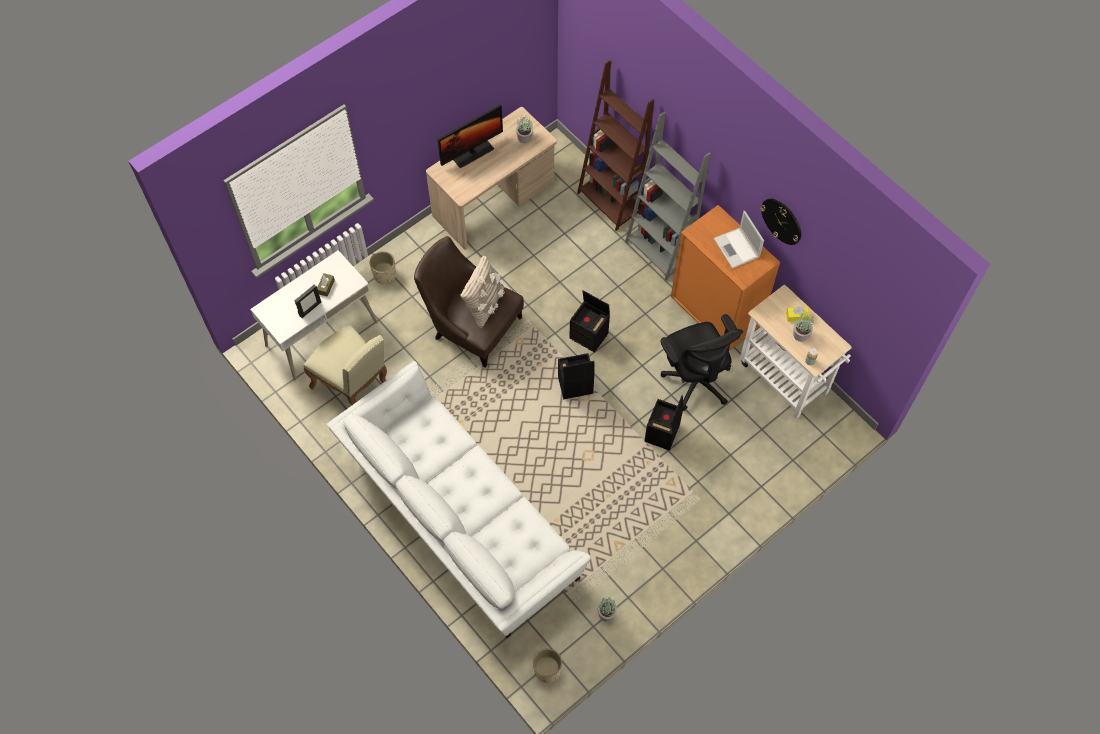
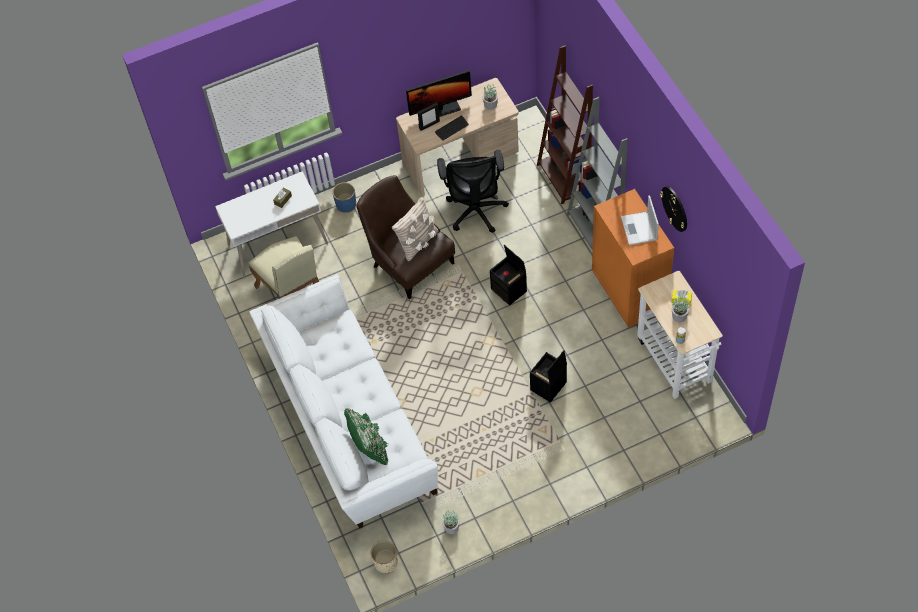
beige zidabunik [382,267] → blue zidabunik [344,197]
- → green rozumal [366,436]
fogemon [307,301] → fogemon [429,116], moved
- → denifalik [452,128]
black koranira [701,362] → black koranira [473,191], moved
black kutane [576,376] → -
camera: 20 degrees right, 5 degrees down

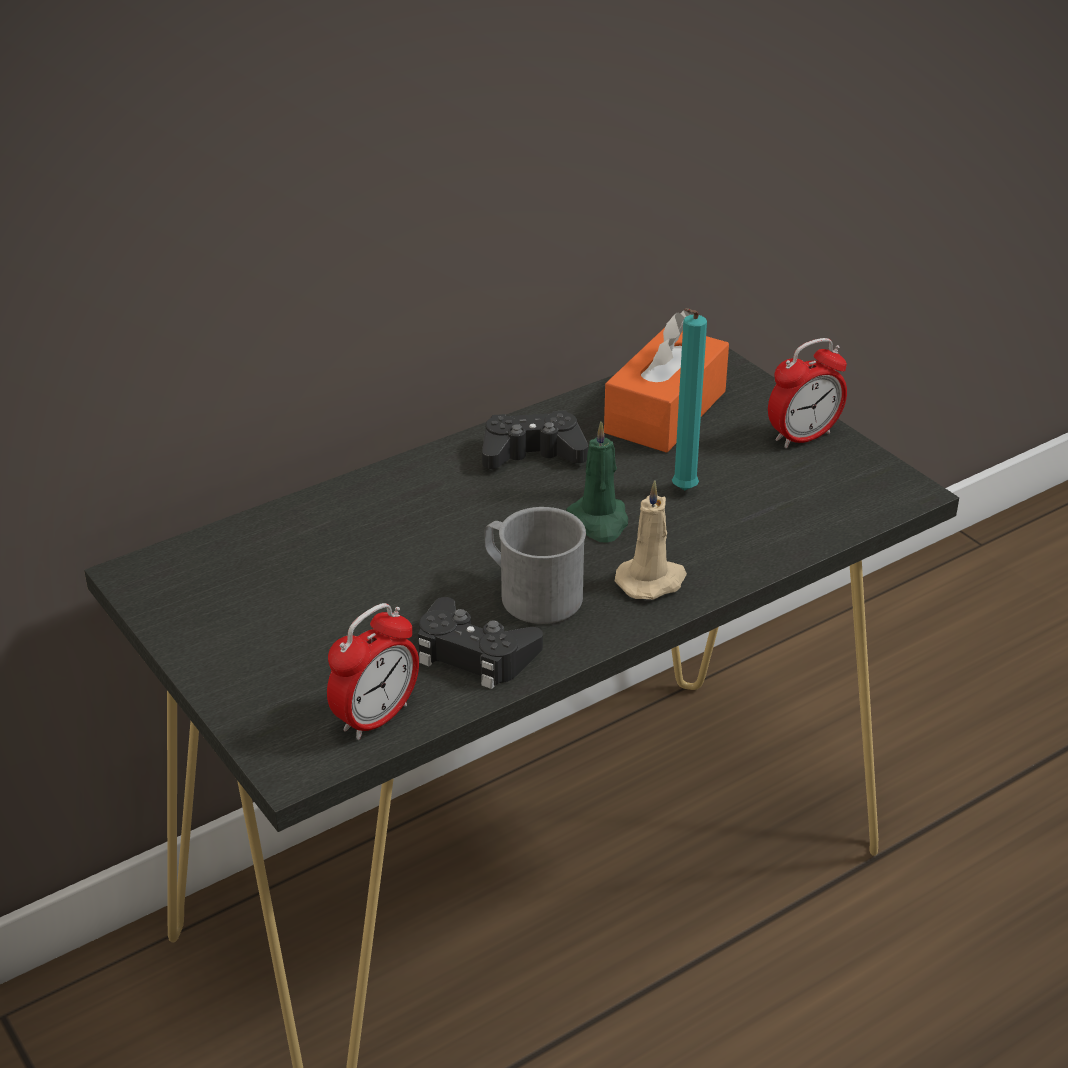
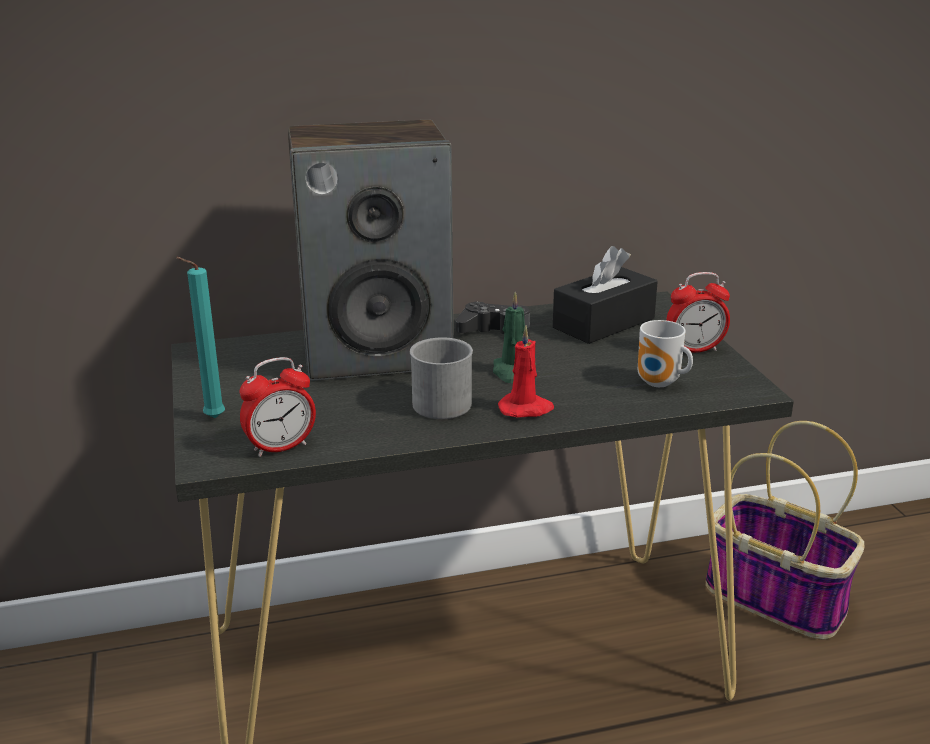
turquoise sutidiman [689,399] → turquoise sutidiman [200,337], moved
- → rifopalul [371,250]
beige sutidiman [651,540] → red sutidiman [526,371]
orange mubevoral [666,381] → black mubevoral [605,295]
- → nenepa [665,353]
- → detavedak [785,530]
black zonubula [480,643] → -
camera: 20 degrees right, 10 degrees down

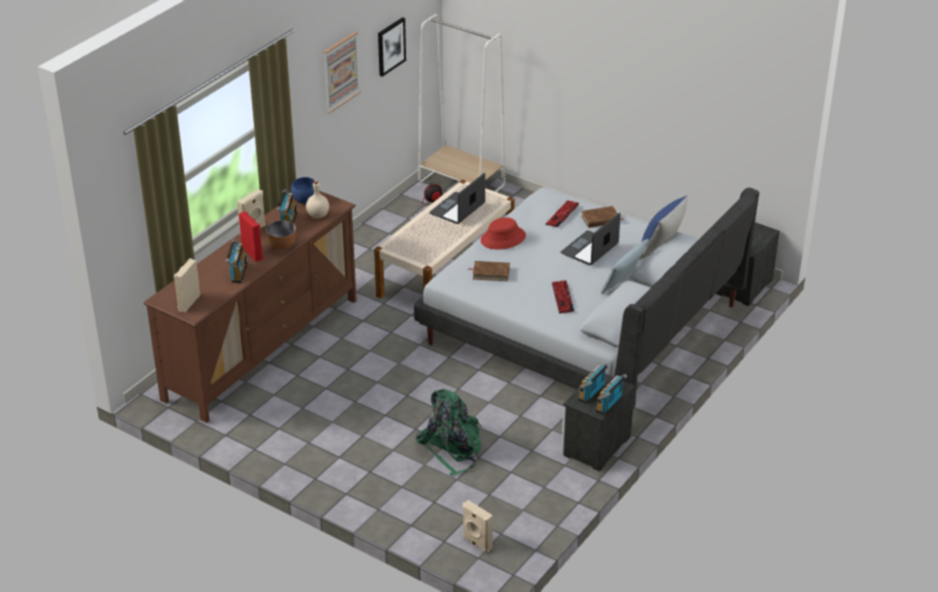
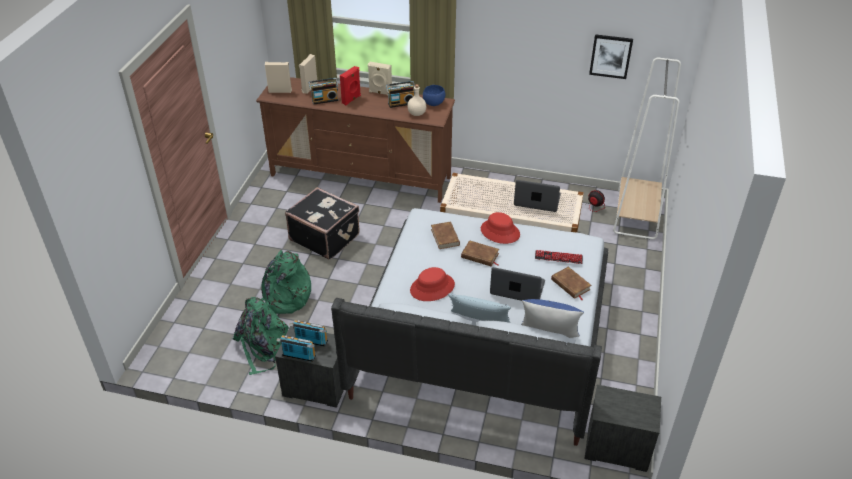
- → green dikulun [261,336]
- → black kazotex [322,223]
beige rifopalul [478,526] → beige rifopalul [308,74], moved
denifalik [563,297] → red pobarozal [432,284]
- → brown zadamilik [480,253]
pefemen [281,235] → -
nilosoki [342,72] → -
camera: 70 degrees right, 5 degrees up

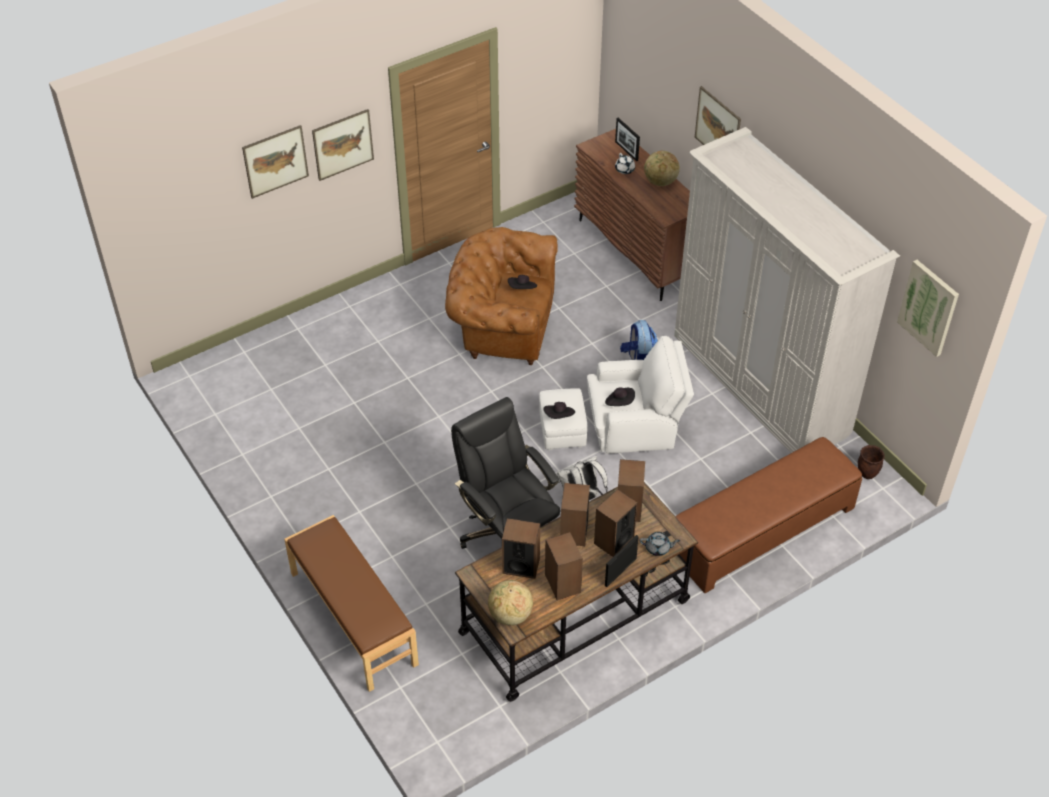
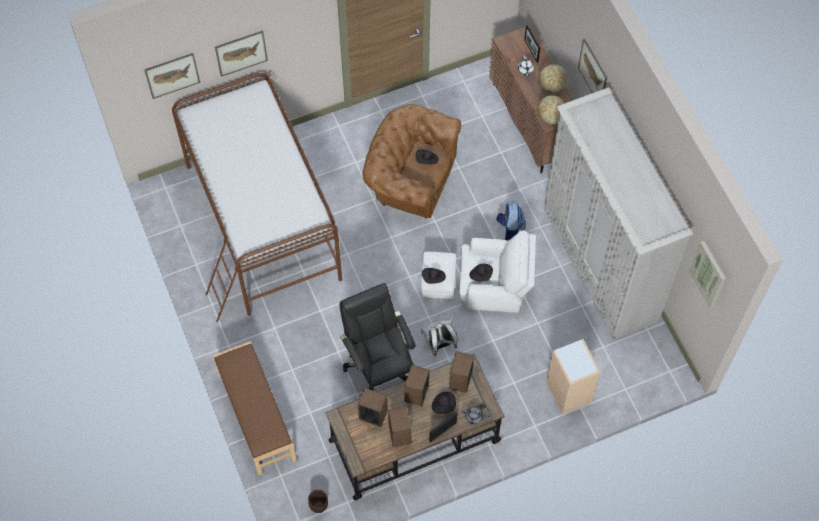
nilosoki [343,145] → nilosoki [172,76], moved
- → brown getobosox [257,197]
brown zidabunik [871,462] → brown zidabunik [318,501], moved
rifopalul [615,523] → black pobarozal [444,403]
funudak [510,602] → funudak [551,109], moved
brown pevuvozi [768,515] → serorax [573,376]
camera: 10 degrees right, 15 degrees up

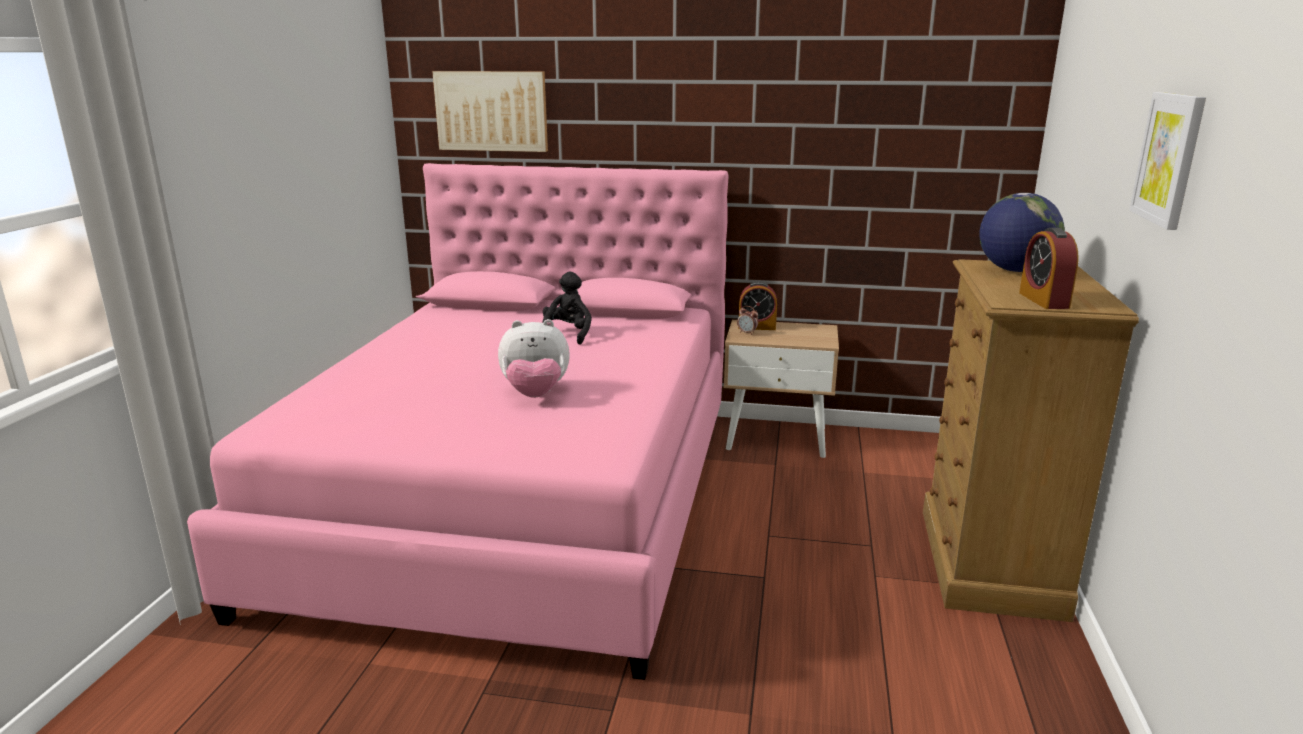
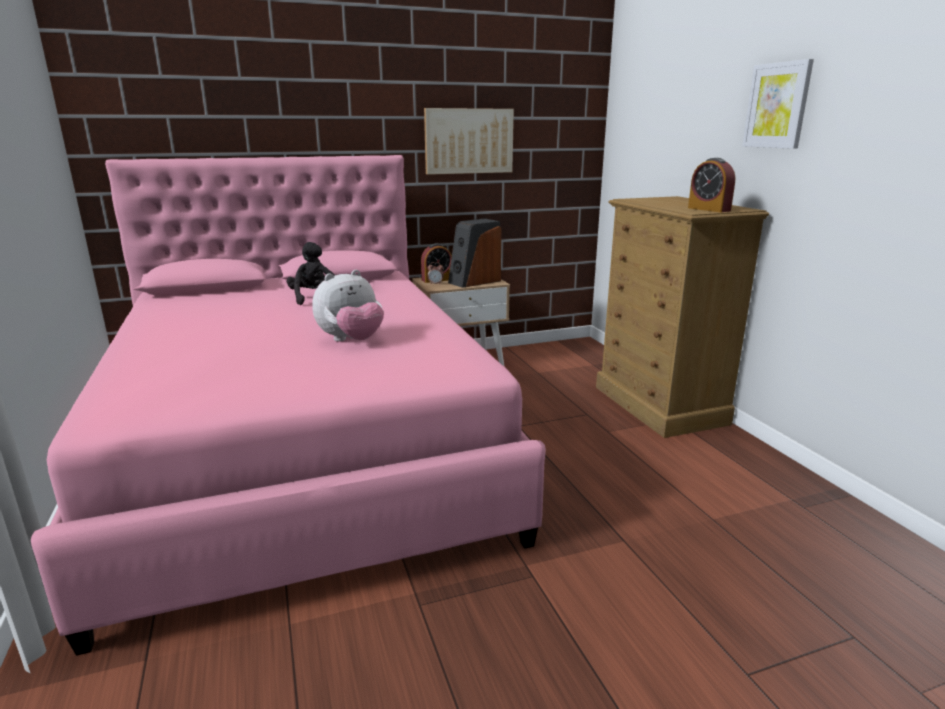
nilosoki [490,111] → nilosoki [469,141], moved
- → rifopalul [474,253]
funudak [1022,232] → -
camera: 30 degrees left, 0 degrees up

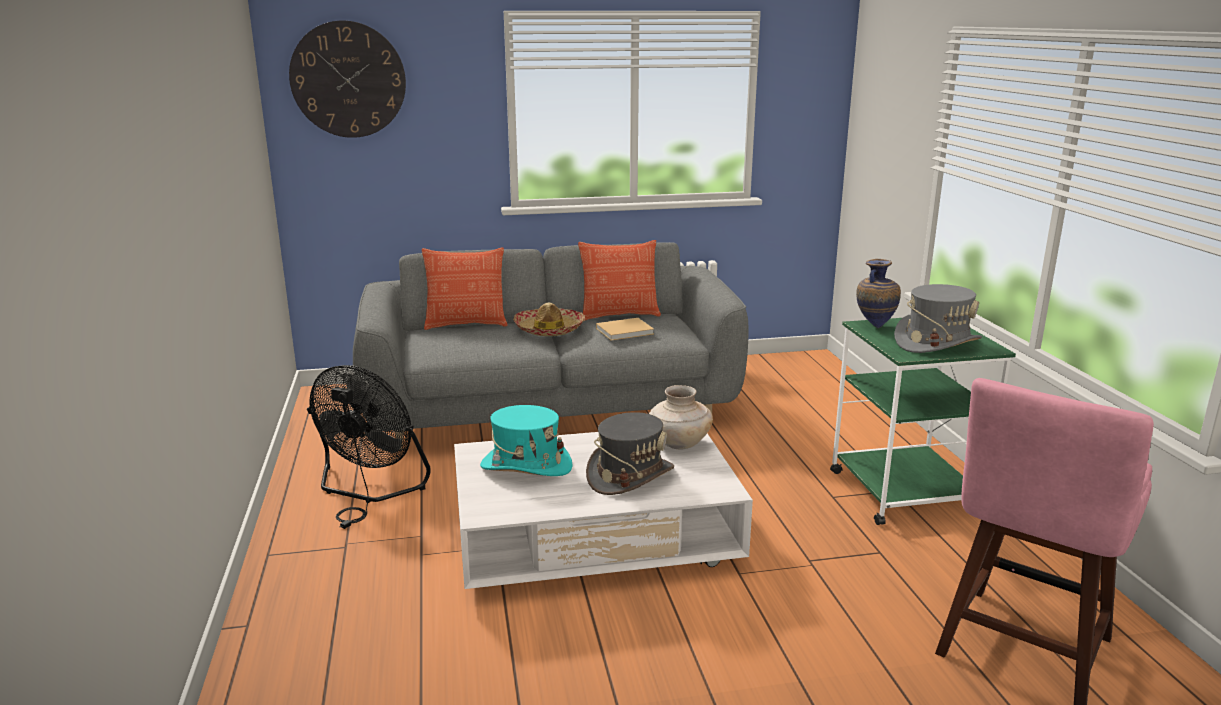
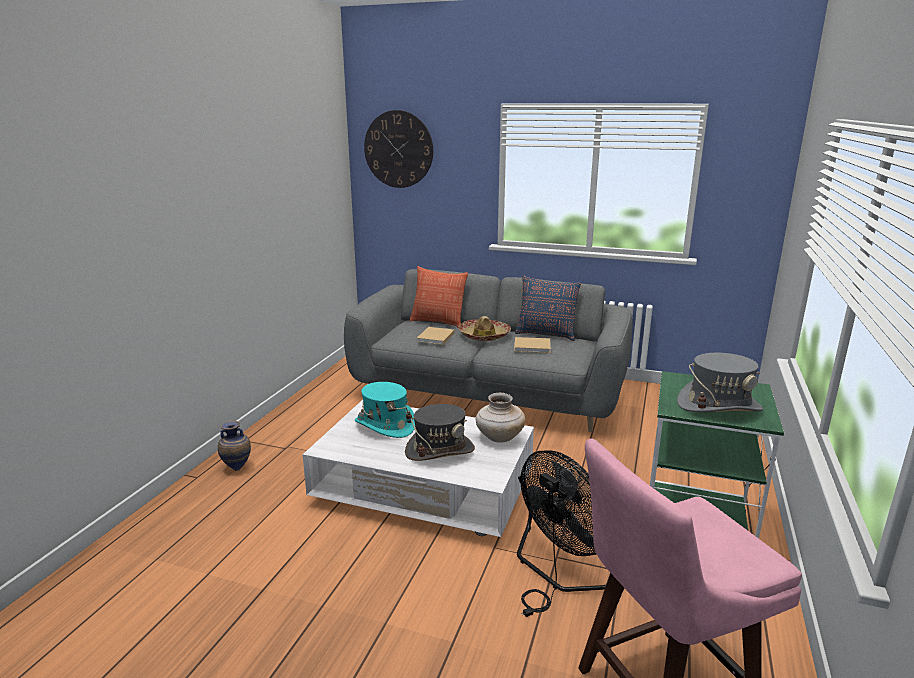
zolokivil [878,293] → zolokivil [234,446], moved
- → beige zadamilik [436,336]
orange rozumal [619,280] → blue rozumal [548,308]
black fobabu [368,447] → black fobabu [561,533], moved
camera: 30 degrees right, 0 degrees up

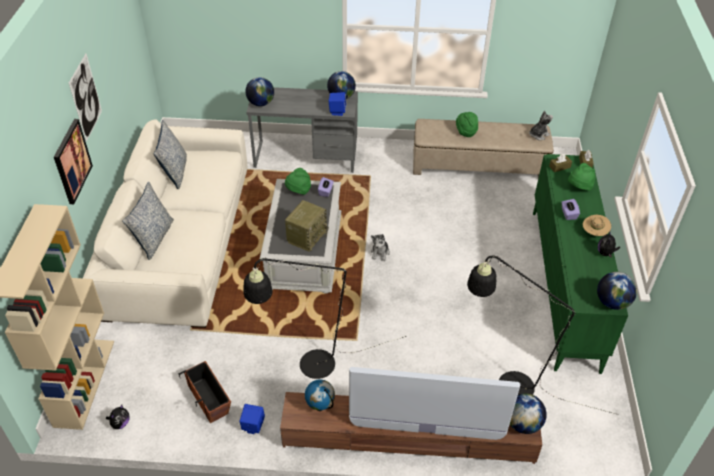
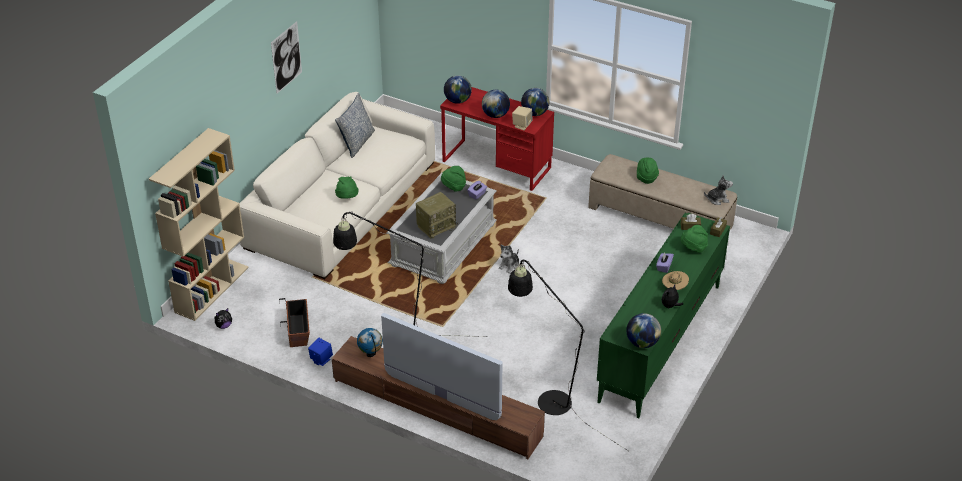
- → green pobarozal [346,187]
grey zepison [302,130] → red zepison [497,139]
funudak [528,414] → funudak [496,104], moved
blue rifopalul [338,104] → beige rifopalul [522,118]
nilosoki [73,161] → -
rozumal [148,221] → -
camera: 25 degrees right, 5 degrees down

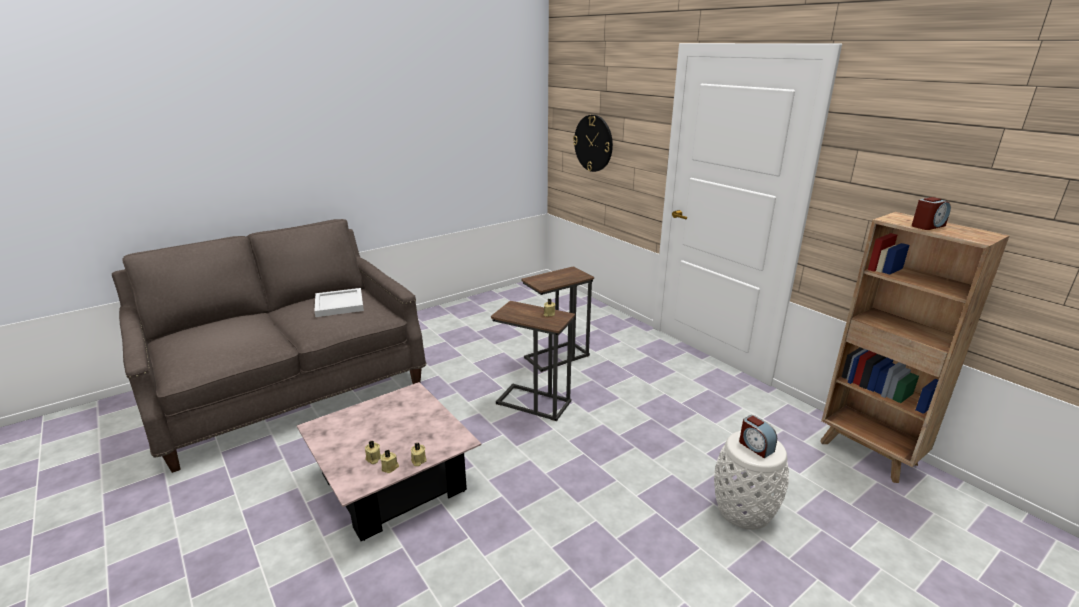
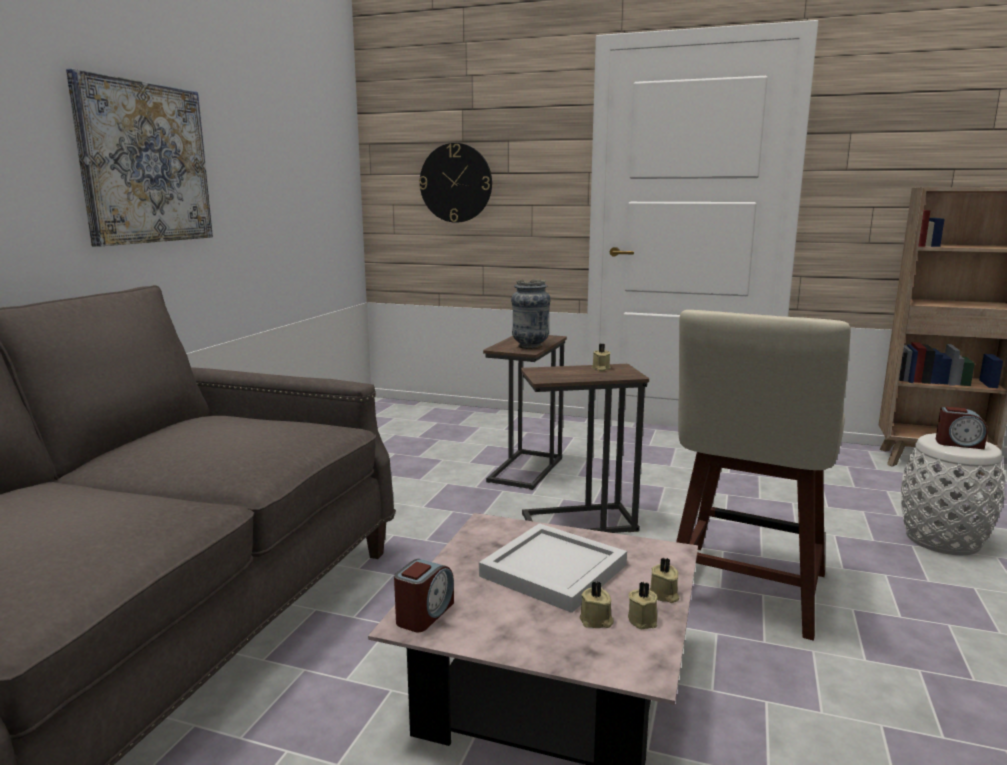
- → nilosoki [139,157]
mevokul [931,213] → mevokul [424,595], moved
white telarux [339,302] → white telarux [553,568], moved
- → zolokivil [531,314]
- → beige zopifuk [763,475]
camera: 35 degrees left, 10 degrees down

